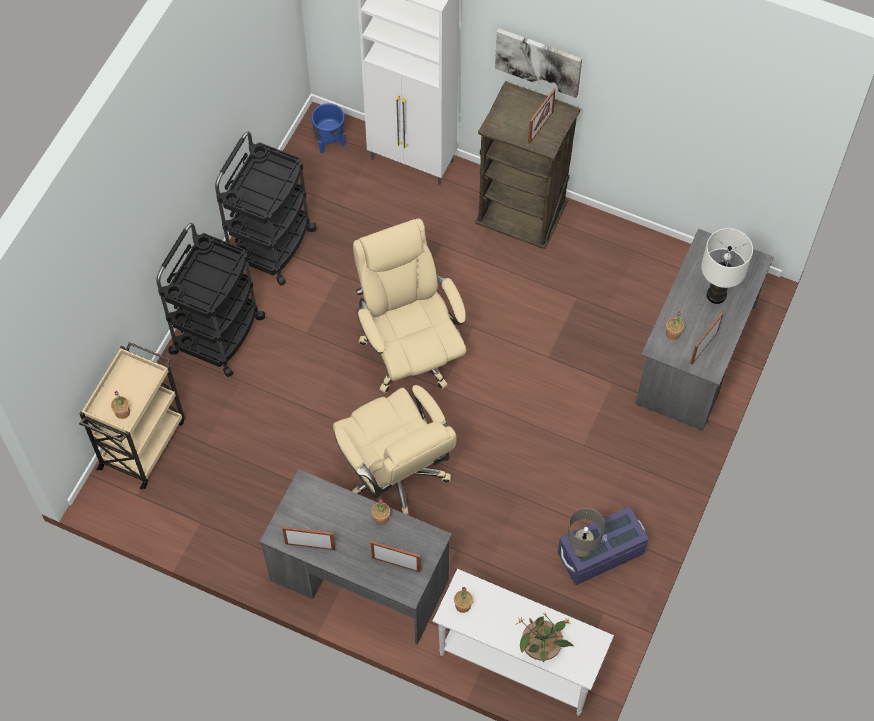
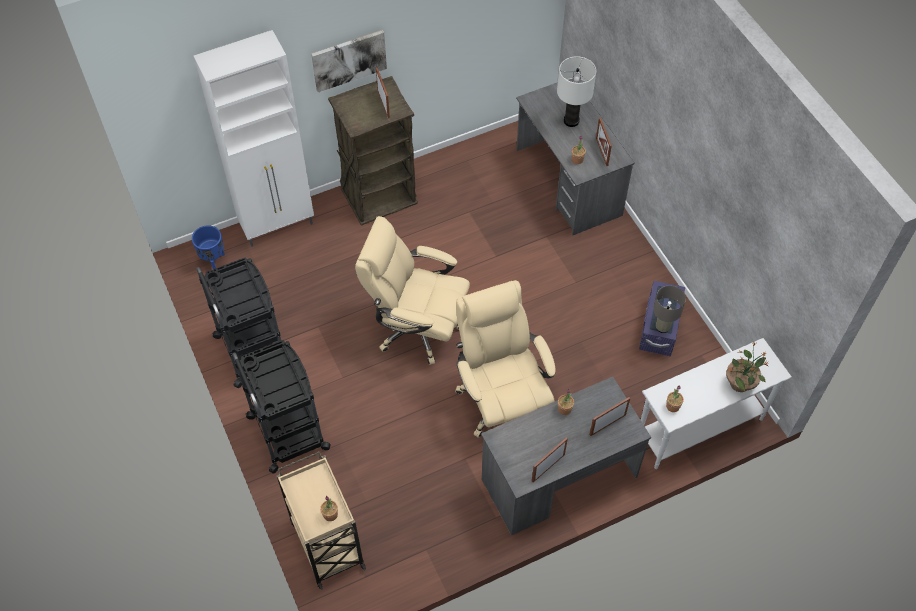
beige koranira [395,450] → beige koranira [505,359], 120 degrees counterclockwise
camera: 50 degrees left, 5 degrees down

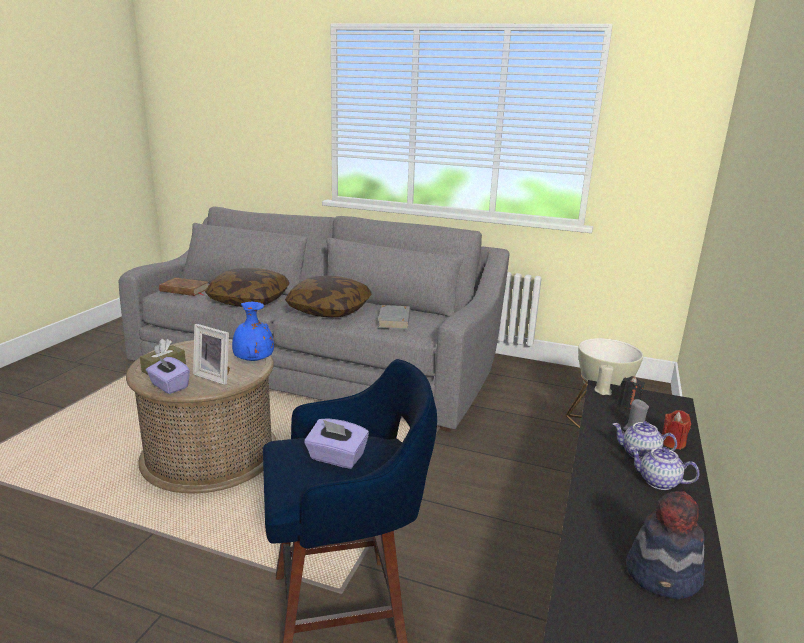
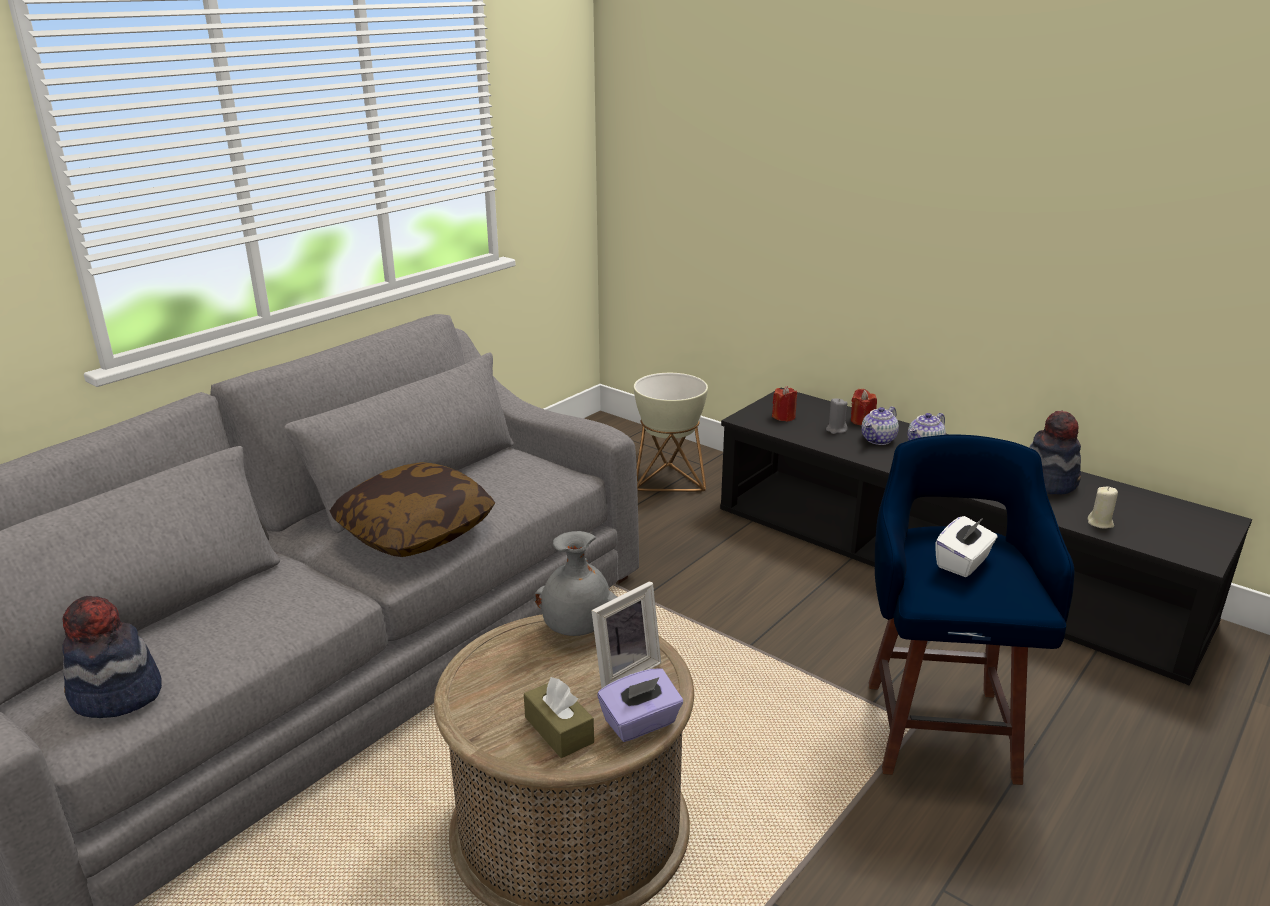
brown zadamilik [183,286] → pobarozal [112,657]
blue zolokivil [253,331] → grey zolokivil [575,583]
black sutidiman [631,392] → red sutidiman [784,404]
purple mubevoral [336,443] → white mubevoral [966,546]
beige sutidiman [604,379] → beige sutidiman [1103,508], moved
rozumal [247,287] → -
grey zadamilik [394,317] → -
camera: 70 degrees left, 5 degrees up

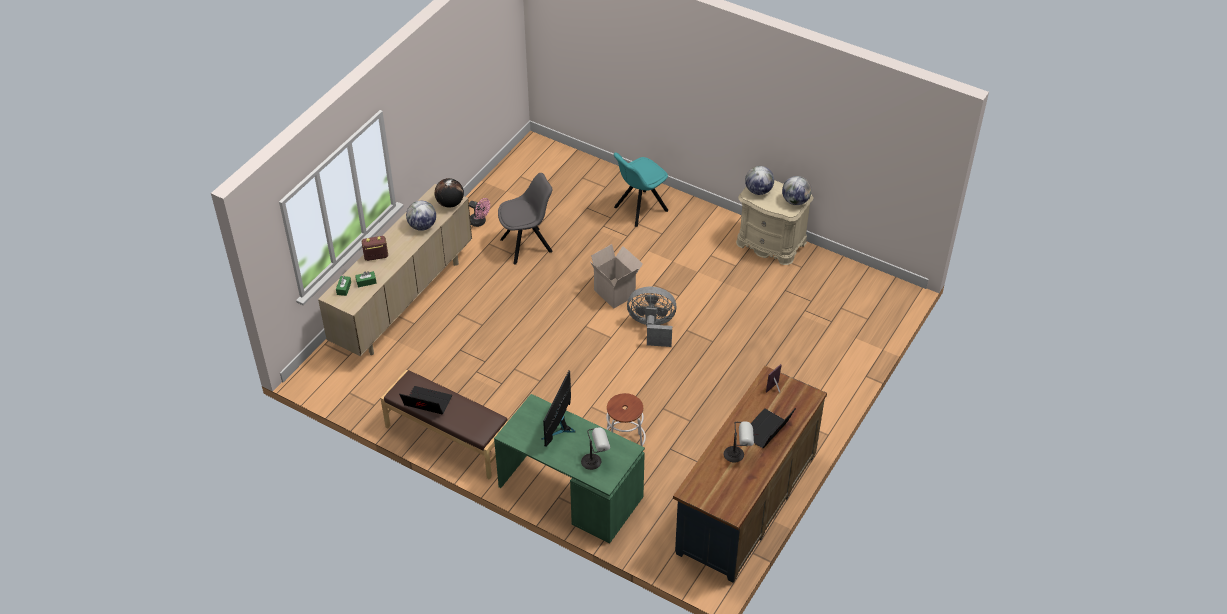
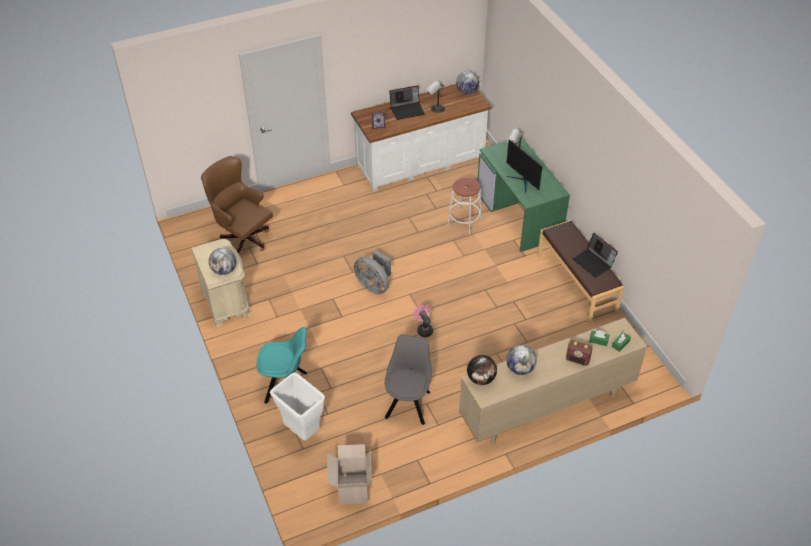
- → brown koranira [237,205]
- → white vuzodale [297,407]
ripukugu [617,276] → ripukugu [349,474], moved
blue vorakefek [750,474] → white vorakefek [421,138]
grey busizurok [525,219] → grey busizurok [408,379], 90 degrees clockwise
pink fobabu [479,212] → pink fobabu [423,321], moved
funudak [797,190] → funudak [467,82], moved
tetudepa [558,408] → tetudepa [524,166], 90 degrees clockwise
camera: 145 degrees left, 0 degrees up

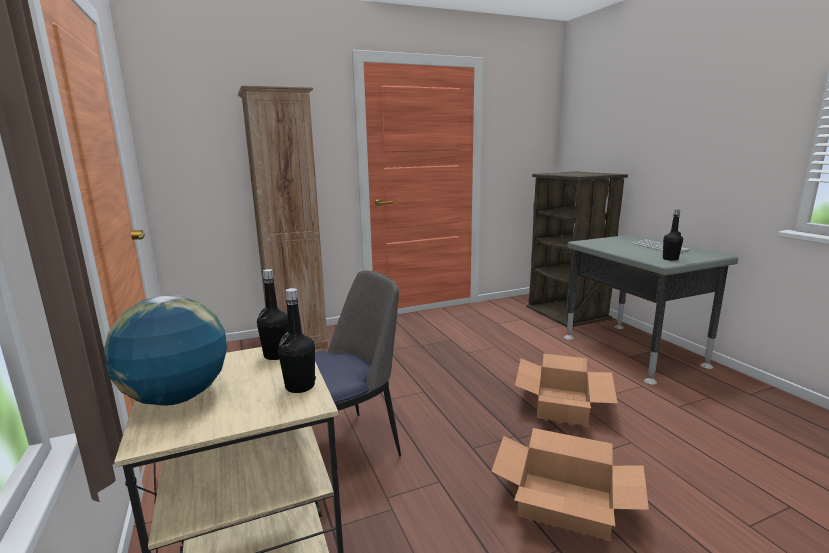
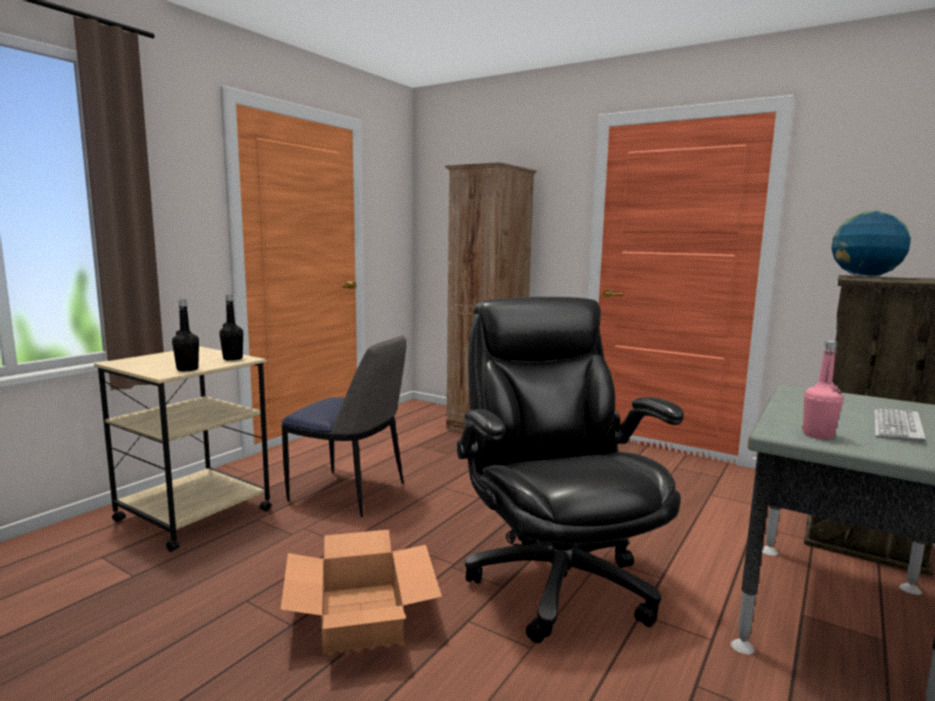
ripukugu [566,390] → black koranira [570,470]
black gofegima [673,235] → pink gofegima [822,389]
funudak [165,350] → funudak [871,243], moved
camera: 55 degrees right, 5 degrees down

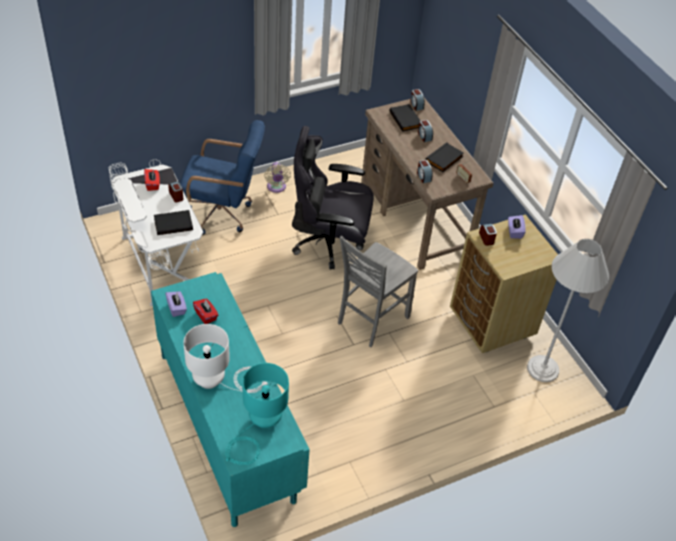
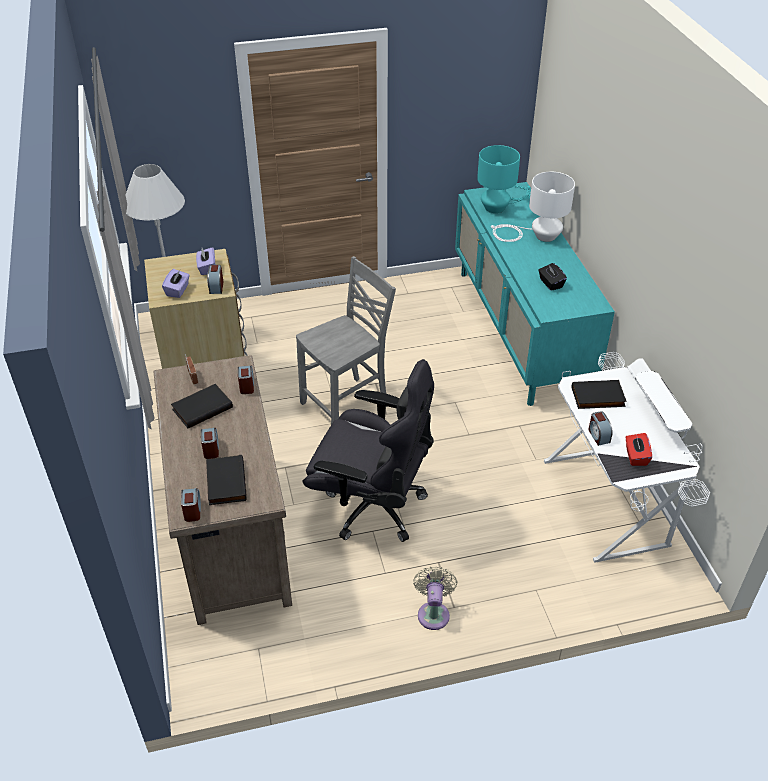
purple mubevoral [176,304] → purple mubevoral [205,261], moved
red mubevoral [205,311] → black mubevoral [552,277]
blue koranira [222,177] → -
camera: 165 degrees left, 5 degrees down

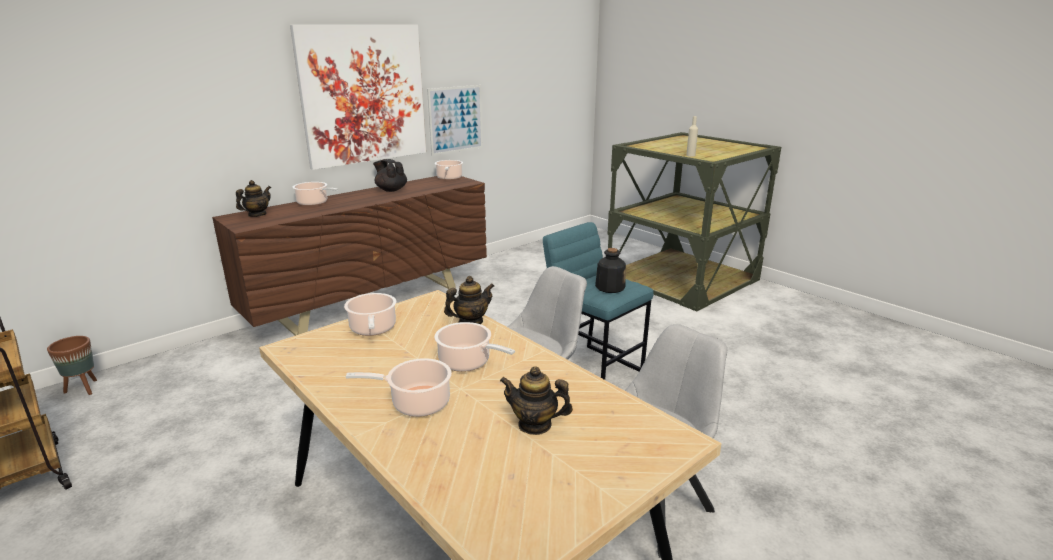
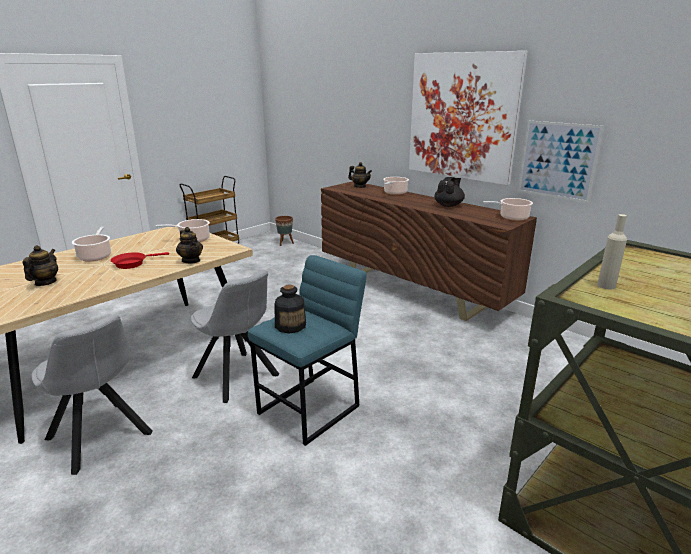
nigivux [474,347] → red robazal [140,260]
camera: 85 degrees right, 0 degrees up

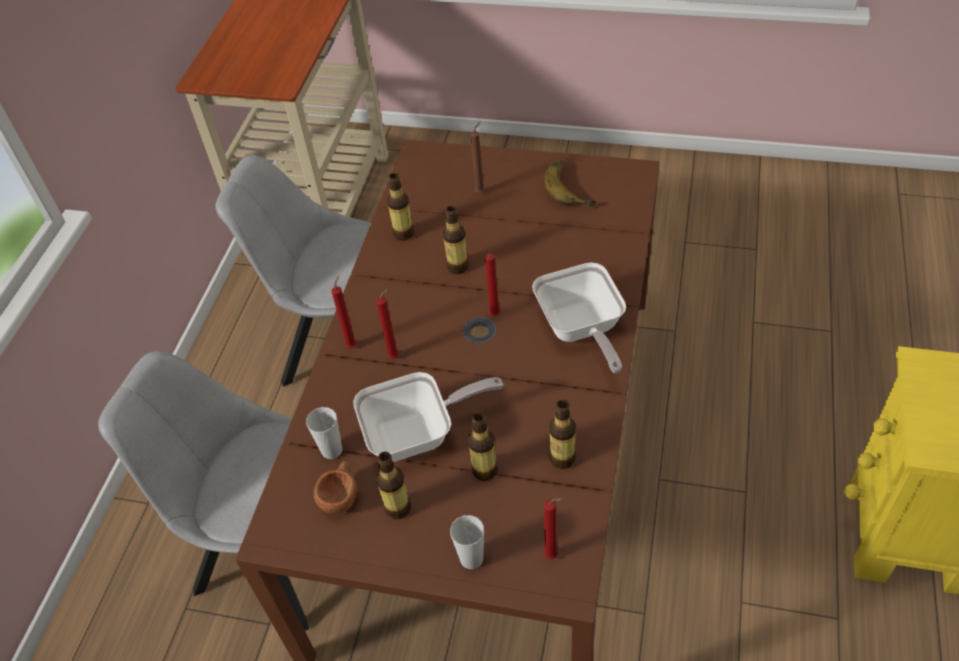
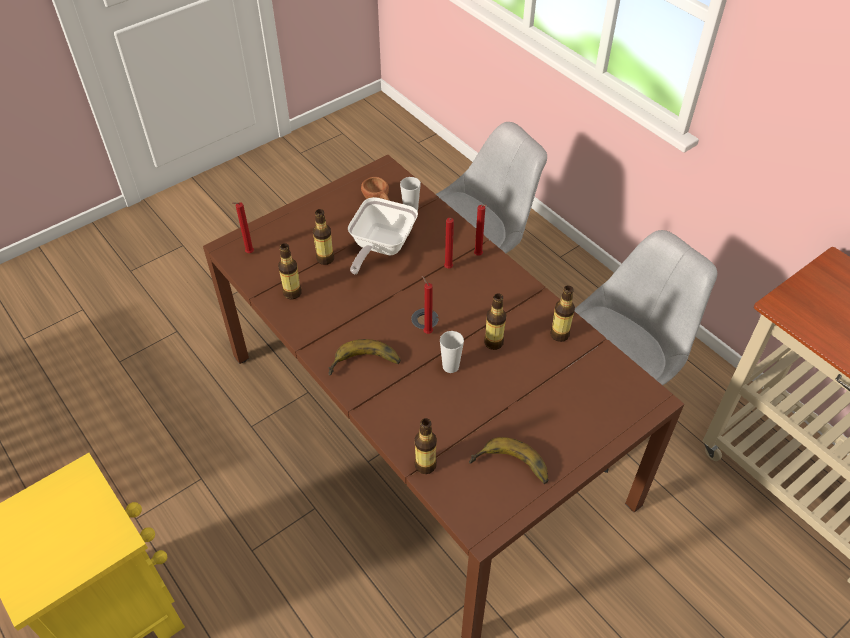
robazal [579,317] → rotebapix [364,357]
gofegima [393,485] → gofegima [426,446], moved
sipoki [467,542] → sipoki [452,352], moved
brown sutidiman [477,157] → -
camera: 125 degrees right, 0 degrees up

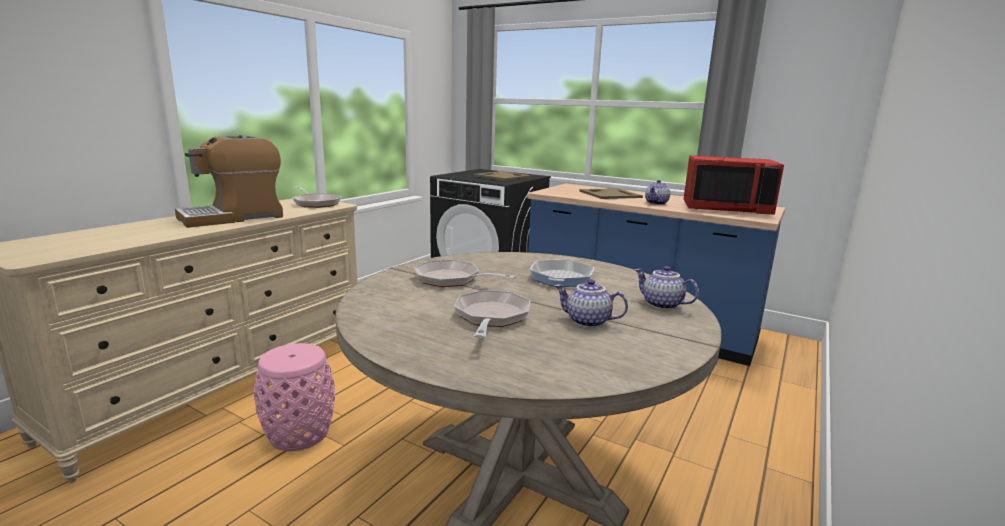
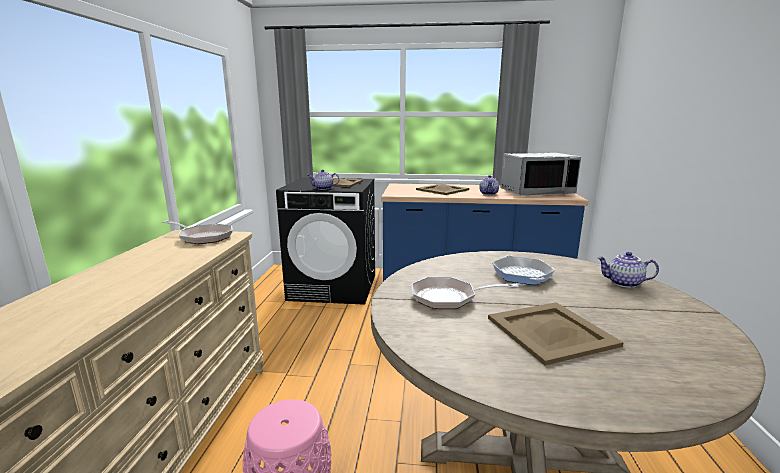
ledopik [591,303] → ledopik [323,180], moved
robazal [492,314] → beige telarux [556,333]
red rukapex [734,185] → grey rukapex [541,174]
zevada [229,181] → -
camera: 25 degrees left, 0 degrees up

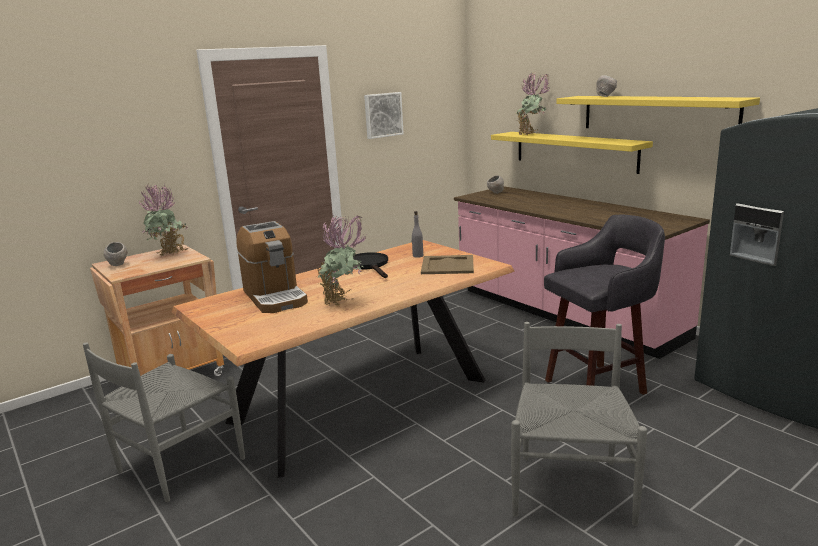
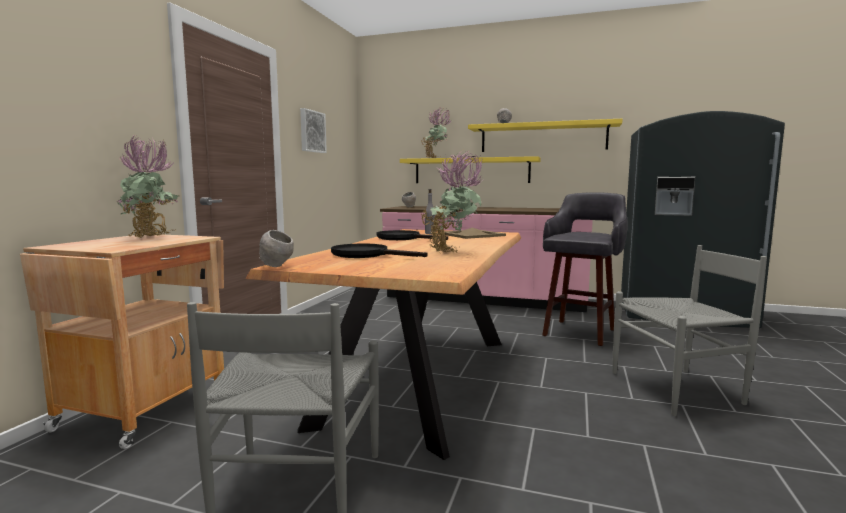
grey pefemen [115,254] → grey pefemen [276,248], moved
zevada [272,267] → black robazal [379,251]
grey busizurok [579,424] → grey busizurok [689,330], 105 degrees clockwise
camera: 35 degrees left, 10 degrees down

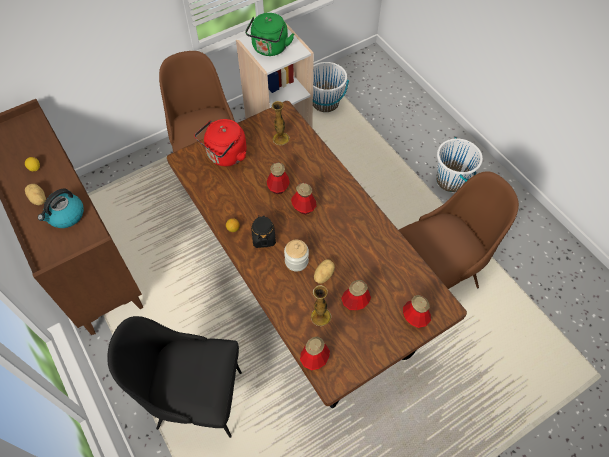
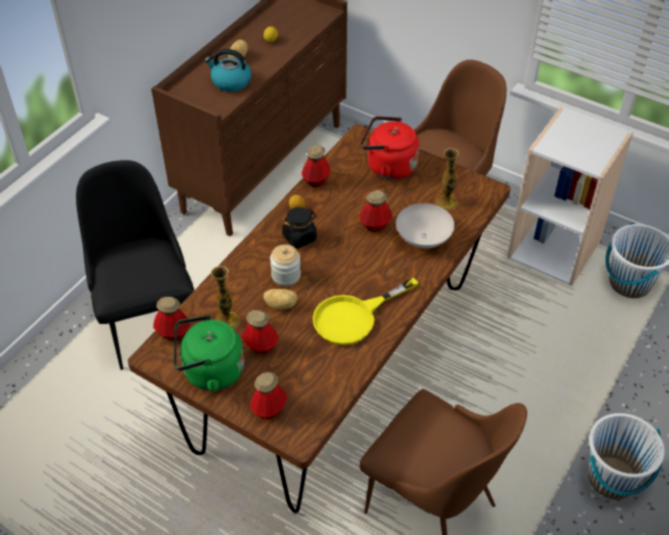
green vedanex [269,34] → green vedanex [209,353], moved
gofegima [304,198] → gofegima [316,166], moved
- → yellow robazal [366,311]
- → white pefemen [425,225]
camera: 65 degrees right, 10 degrees down

